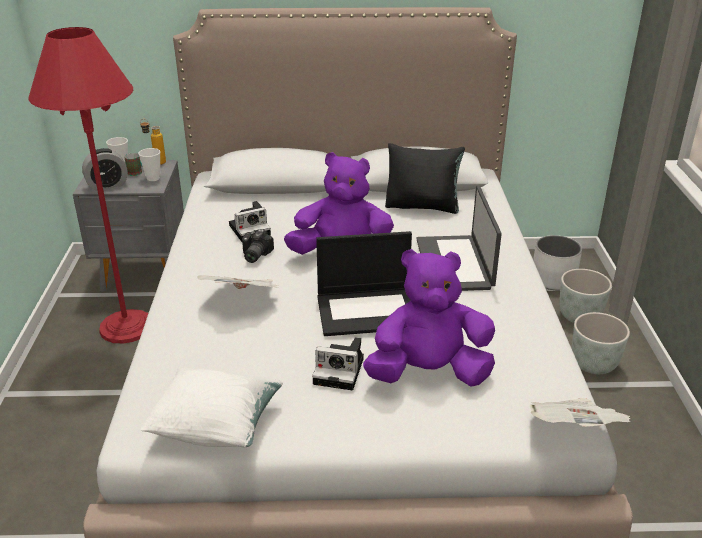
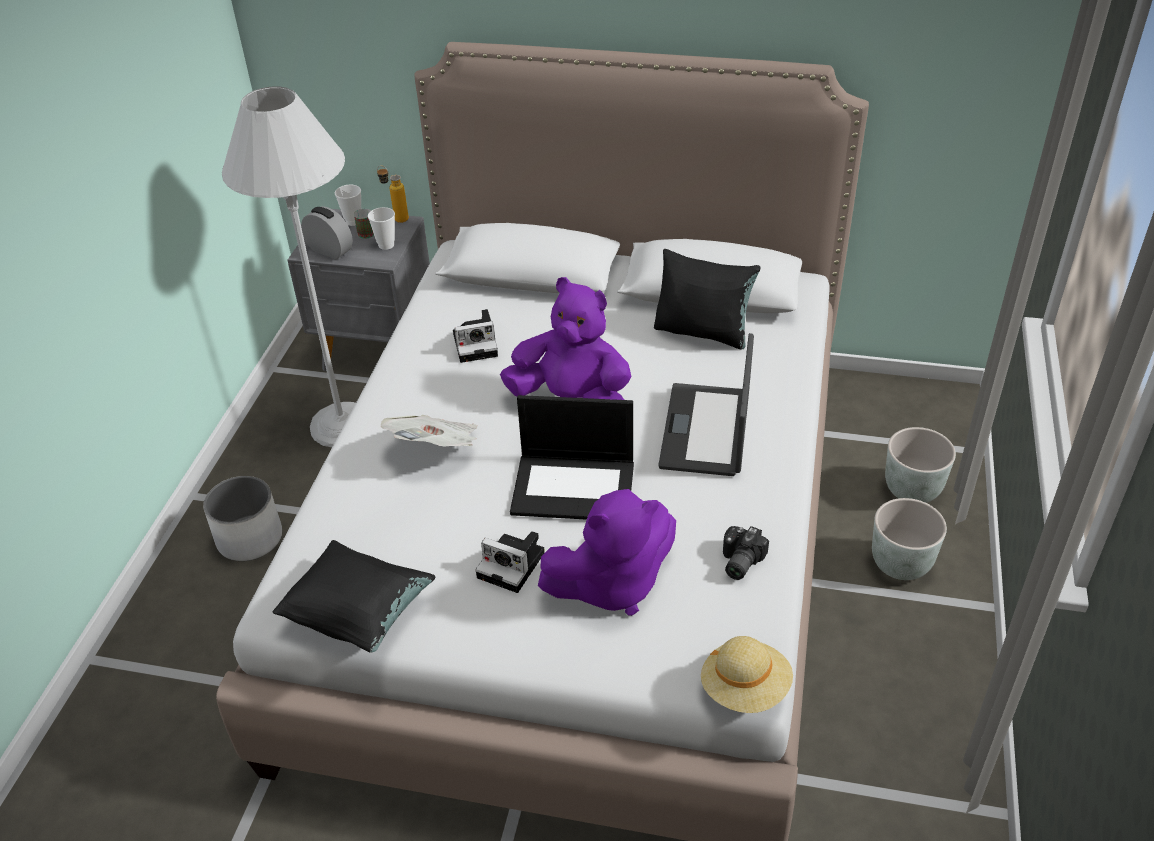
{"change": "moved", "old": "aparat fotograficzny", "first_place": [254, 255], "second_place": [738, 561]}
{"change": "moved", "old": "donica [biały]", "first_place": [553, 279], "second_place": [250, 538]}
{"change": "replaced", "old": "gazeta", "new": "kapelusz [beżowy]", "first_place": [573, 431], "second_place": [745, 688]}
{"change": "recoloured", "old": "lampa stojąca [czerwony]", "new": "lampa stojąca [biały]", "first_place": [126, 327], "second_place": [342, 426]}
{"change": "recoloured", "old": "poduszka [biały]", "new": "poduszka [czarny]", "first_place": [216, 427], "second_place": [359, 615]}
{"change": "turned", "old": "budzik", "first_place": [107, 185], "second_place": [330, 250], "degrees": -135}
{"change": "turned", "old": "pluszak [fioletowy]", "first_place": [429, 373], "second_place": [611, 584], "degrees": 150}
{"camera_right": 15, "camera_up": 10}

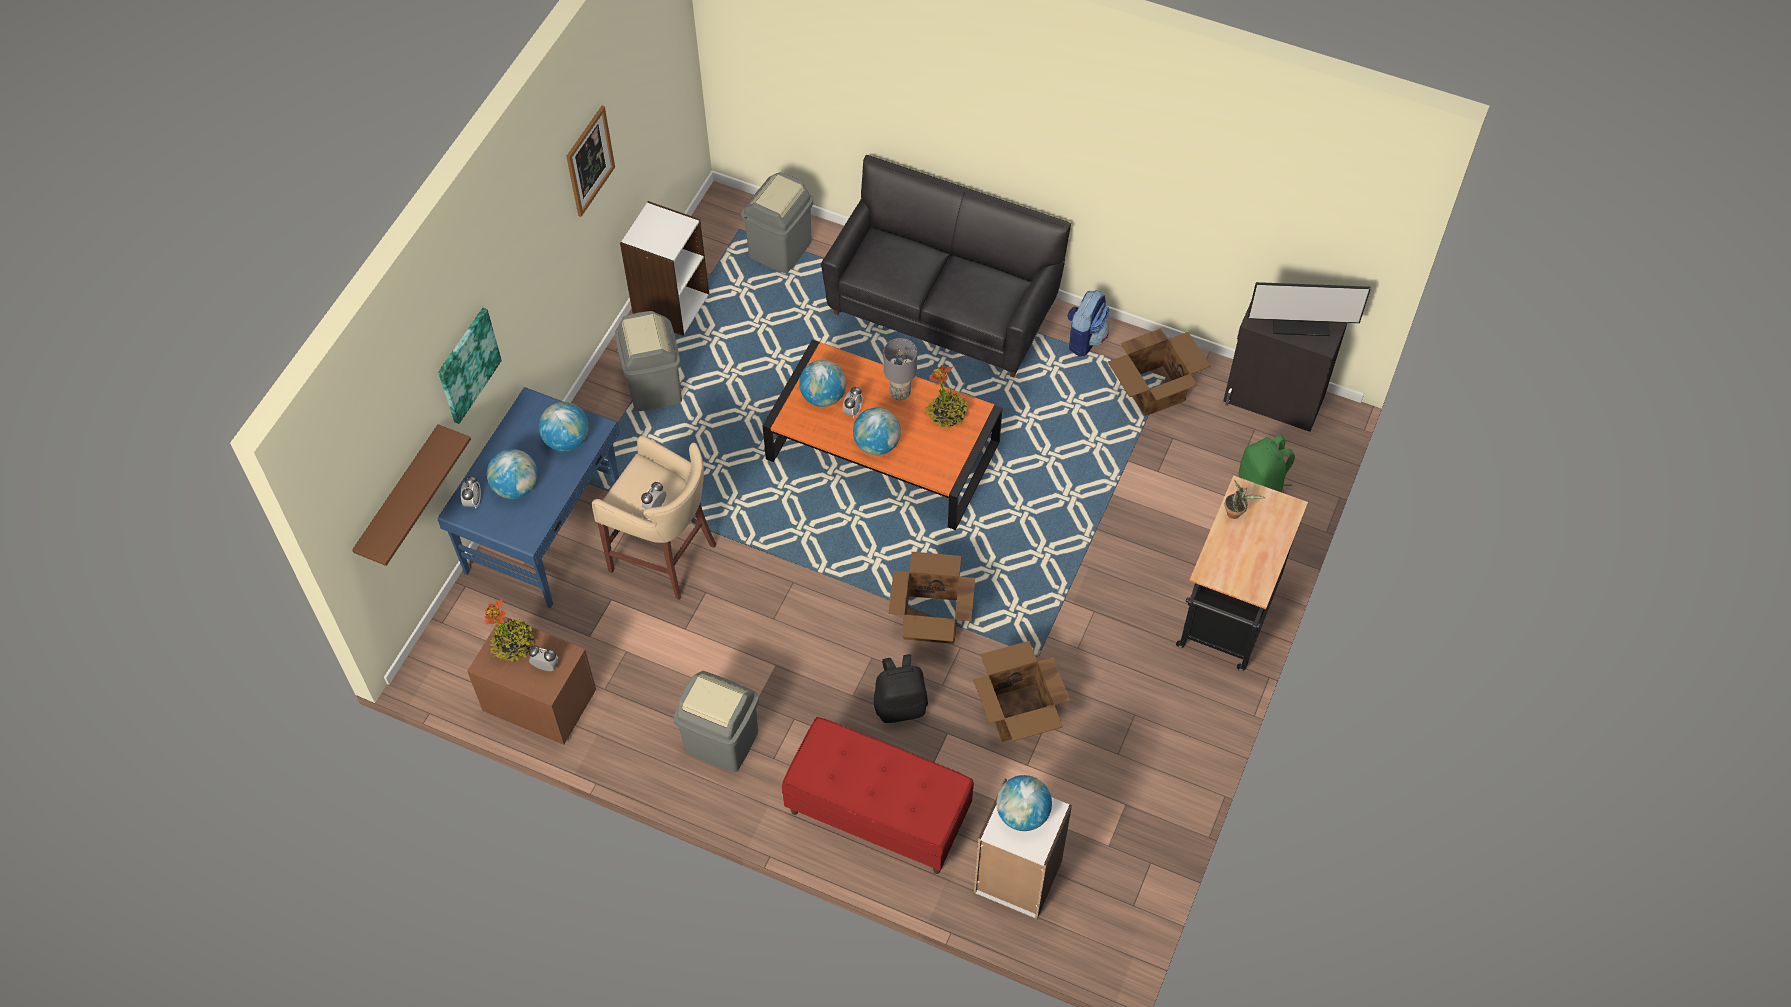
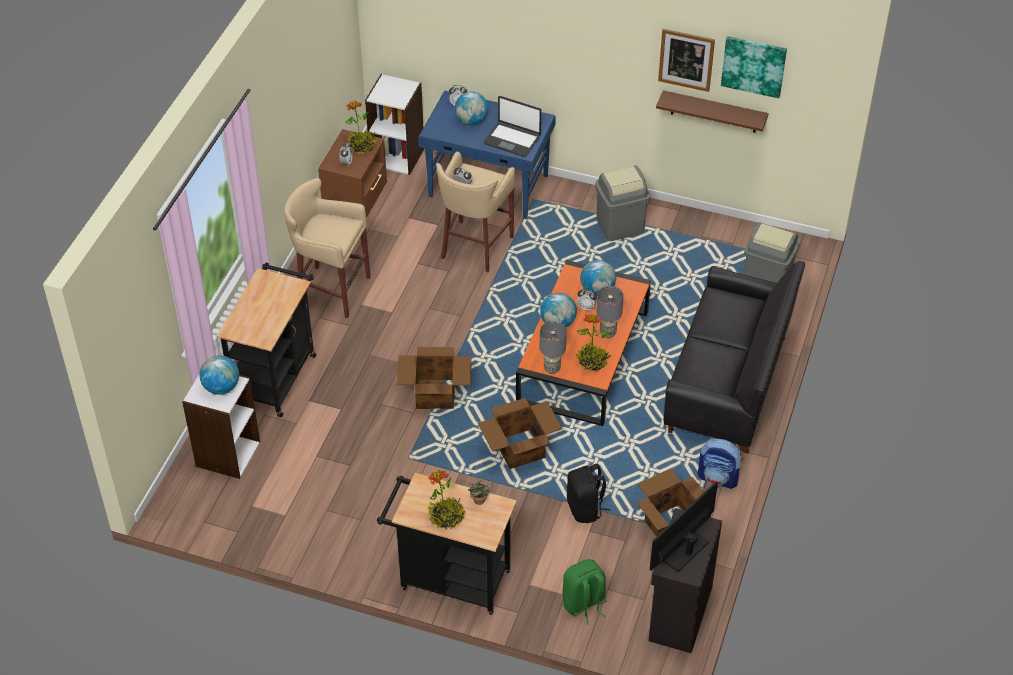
{"change": "added", "new": "roślina doniczkowa", "second_place": [446, 517]}
{"change": "added", "new": "lampa stołowa [szary]", "second_place": [551, 368]}
{"change": "moved", "old": "półka [brązowy]", "first_place": [399, 497], "second_place": [714, 112]}
{"change": "moved", "old": "obraz", "first_place": [467, 365], "second_place": [753, 66]}
{"change": "moved", "old": "regał [biały]", "first_place": [670, 305], "second_place": [397, 156]}
{"change": "moved", "old": "plecak [czarny]", "first_place": [900, 705], "second_place": [585, 509]}
{"change": "moved", "old": "karton", "first_place": [1018, 713], "second_place": [519, 449]}
{"change": "replaced", "old": "globus", "new": "laptop", "first_place": [566, 440], "second_place": [512, 139]}
{"change": "replaced", "old": "kosz na śmieci [szary]", "new": "stołek [beżowy]", "first_place": [721, 742], "second_place": [330, 290]}
{"change": "replaced", "old": "ławka [czerwony]", "new": "wózek [czarny]", "first_place": [877, 814], "second_place": [276, 375]}
{"change": "turned", "old": "monitor", "first_place": [1300, 325], "second_place": [684, 551], "degrees": 45}
{"camera_right": 85, "camera_up": -10}

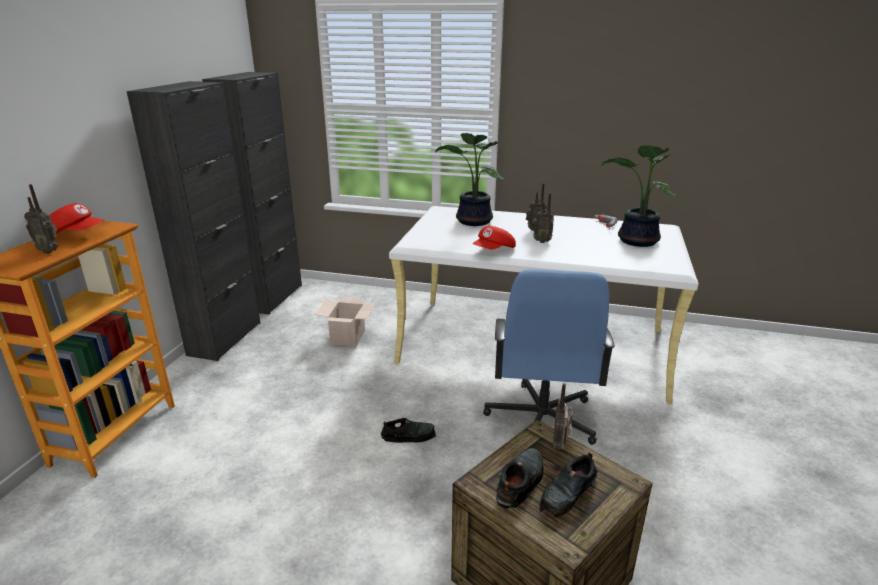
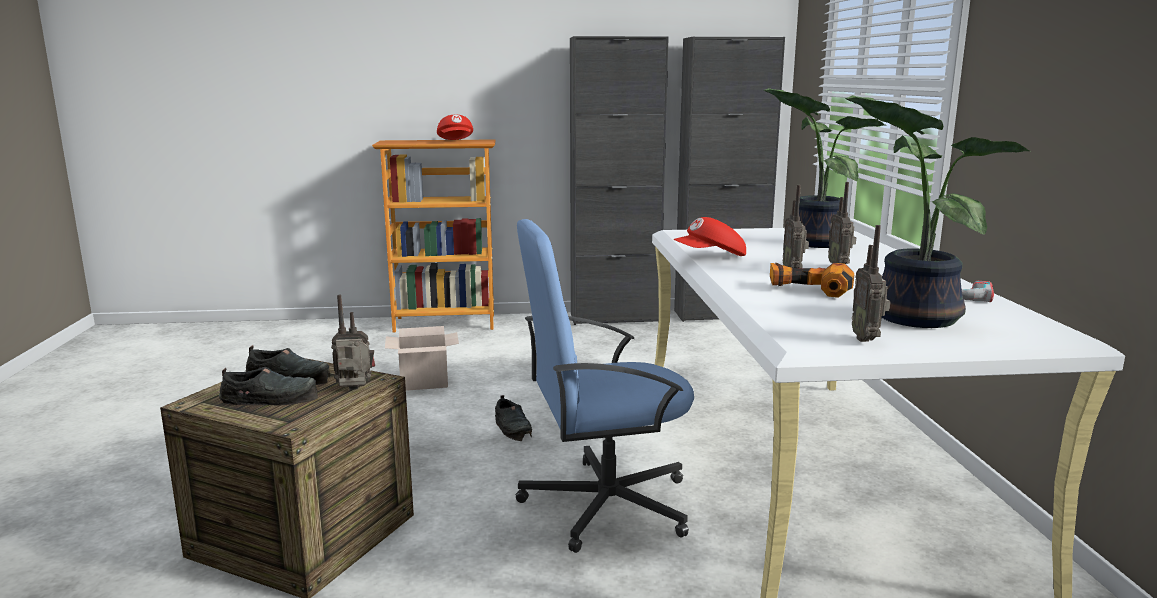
{"change": "added", "new": "wiertarka", "second_place": [810, 286]}
{"change": "moved", "old": "radio", "first_place": [49, 251], "second_place": [867, 339]}
{"change": "moved", "old": "karton", "first_place": [348, 337], "second_place": [423, 382]}
{"change": "turned", "old": "czapka z daszkiem [czerwony]", "first_place": [494, 251], "second_place": [710, 257], "degrees": -45}
{"change": "turned", "old": "but [czarny]", "first_place": [568, 493], "second_place": [271, 398], "degrees": 150}
{"camera_right": 70, "camera_up": -10}

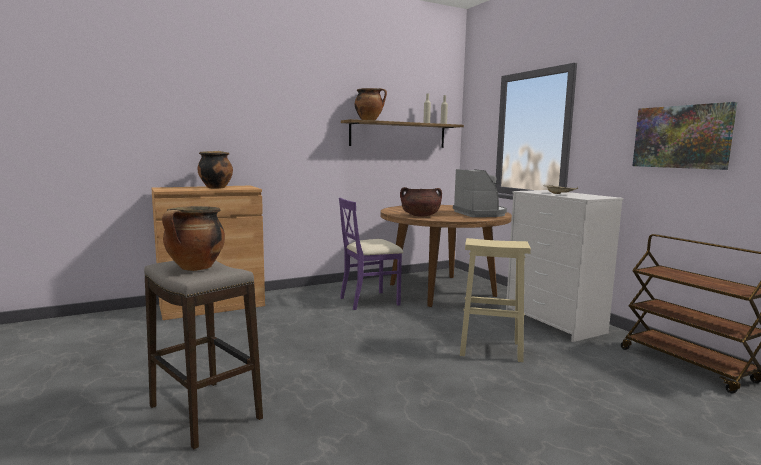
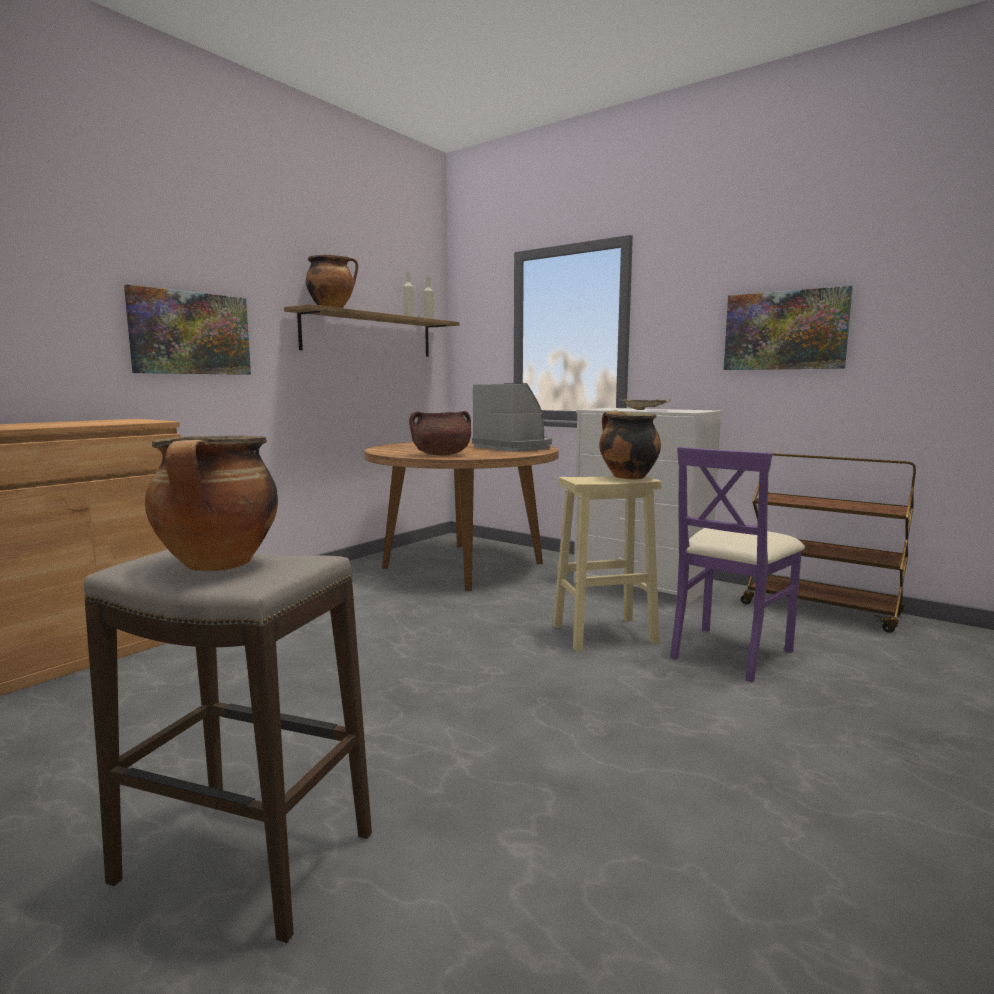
{"change": "added", "new": "obraz", "second_place": [190, 333]}
{"change": "moved", "old": "garnek", "first_place": [216, 188], "second_place": [626, 477]}
{"change": "moved", "old": "krzesło [fioletowy]", "first_place": [370, 300], "second_place": [729, 653]}
{"camera_right": -25, "camera_up": 0}

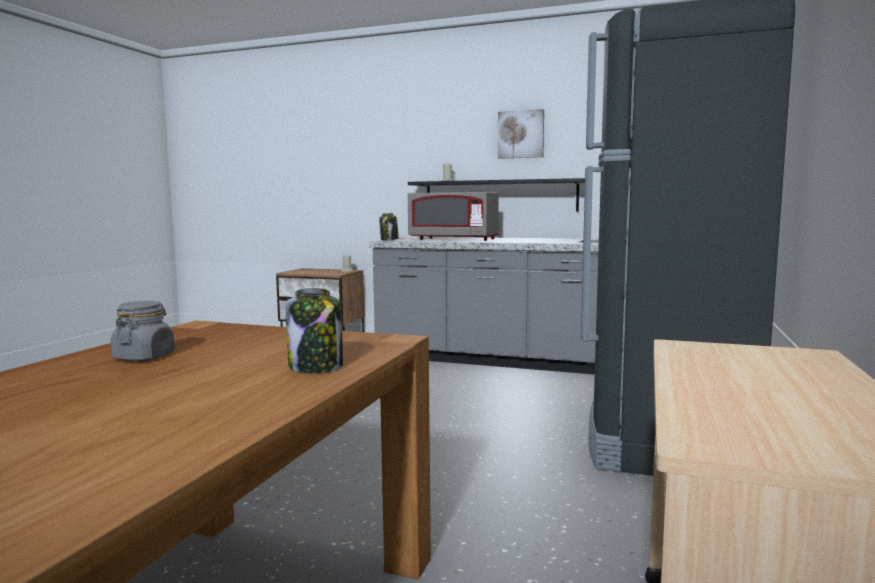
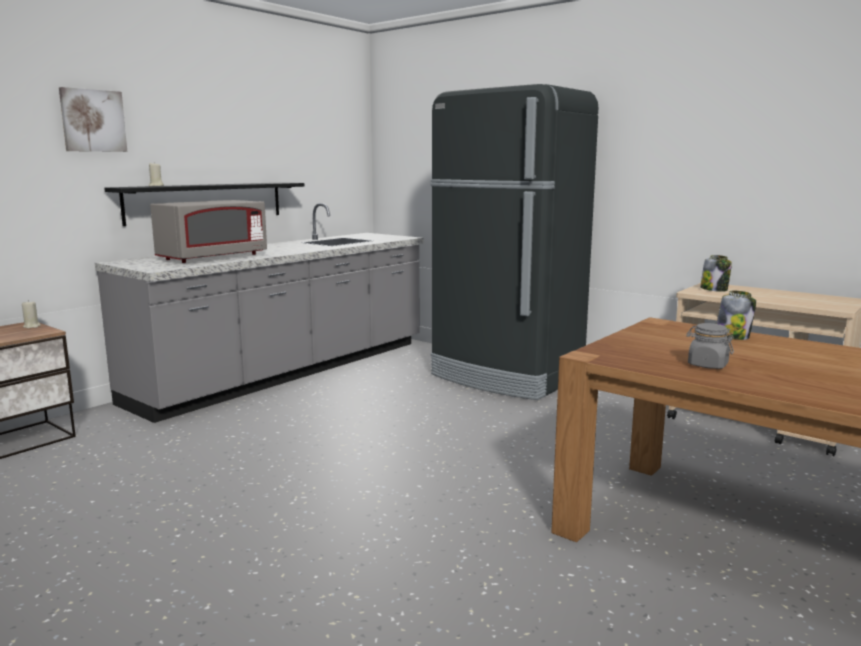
{"change": "moved", "old": "słoik", "first_place": [389, 240], "second_place": [714, 289]}
{"change": "moved", "old": "obraz", "first_place": [521, 134], "second_place": [93, 121]}
{"camera_right": -70, "camera_up": 5}

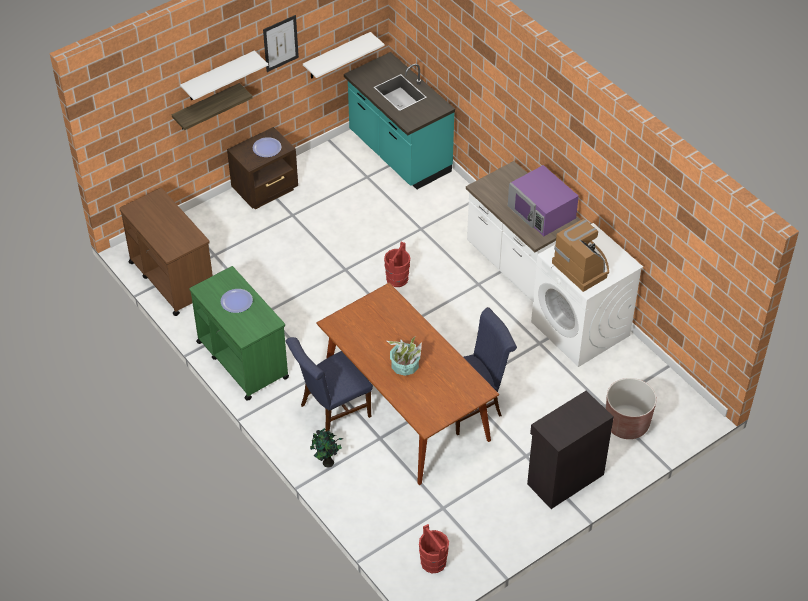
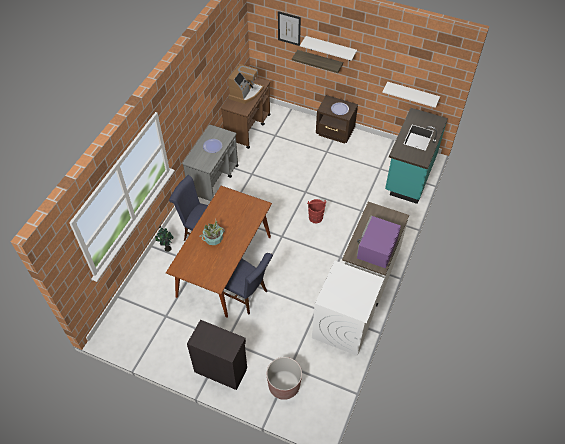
{"change": "removed", "old": "wiadro [czerwony]", "first_place": [433, 562]}
{"change": "moved", "old": "obraz", "first_place": [280, 43], "second_place": [289, 28]}
{"change": "moved", "old": "ekspres do kawy", "first_place": [582, 267], "second_place": [245, 93]}
{"change": "recoloured", "old": "wózek [zielony]", "new": "wózek [szary]", "first_place": [242, 359], "second_place": [214, 180]}
{"camera_right": 60, "camera_up": 5}

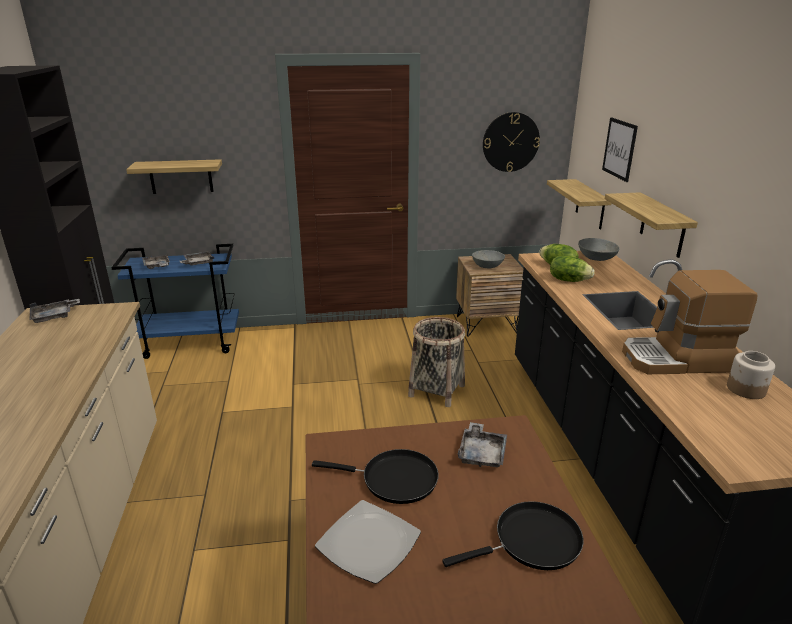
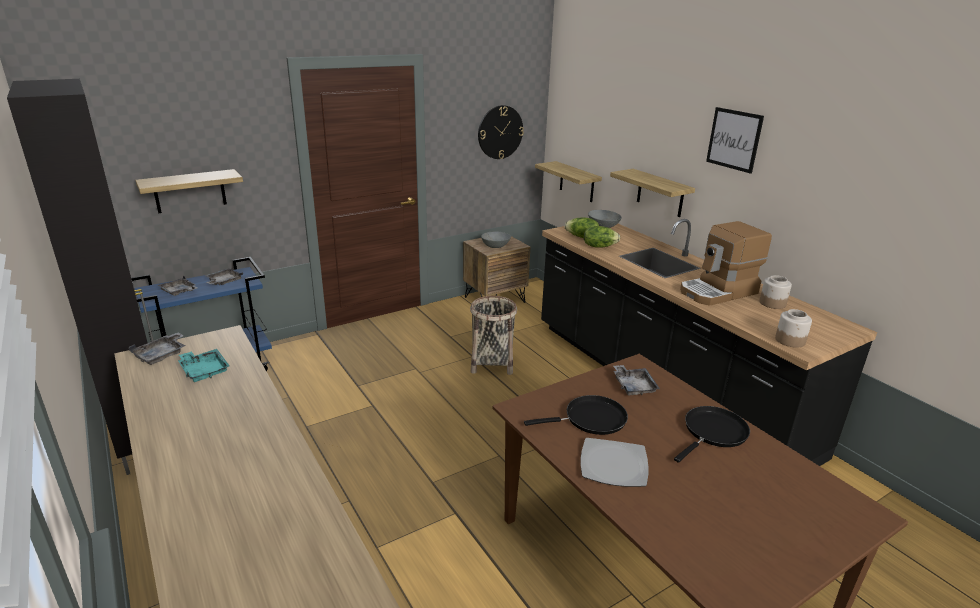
{"change": "added", "new": "taca [turkusowy]", "second_place": [204, 370]}
{"change": "added", "new": "słoik", "second_place": [790, 340]}
{"change": "moved", "old": "obraz", "first_place": [619, 149], "second_place": [734, 139]}
{"camera_right": -25, "camera_up": 0}

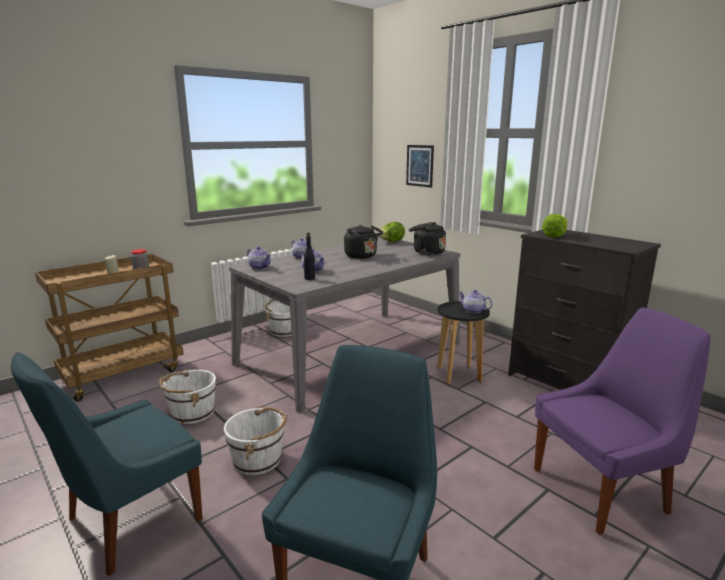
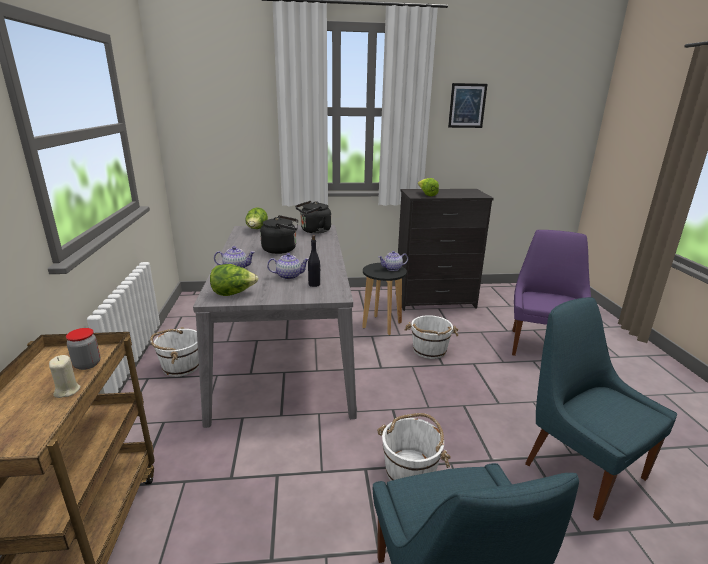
{"change": "moved", "old": "wiadro [biały]", "first_place": [192, 413], "second_place": [429, 350]}
{"change": "moved", "old": "obraz", "first_place": [419, 165], "second_place": [467, 105]}
{"change": "replaced", "old": "imbryk", "new": "sałata", "first_place": [260, 267], "second_place": [233, 293]}
{"camera_right": -55, "camera_up": 5}

